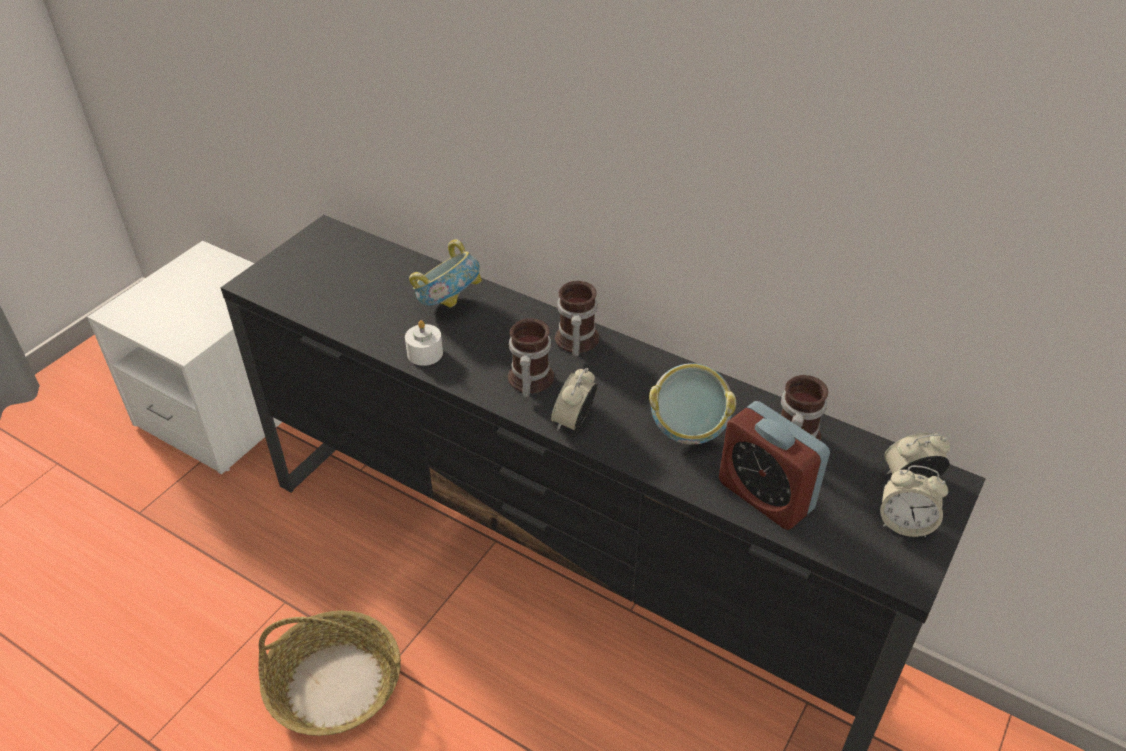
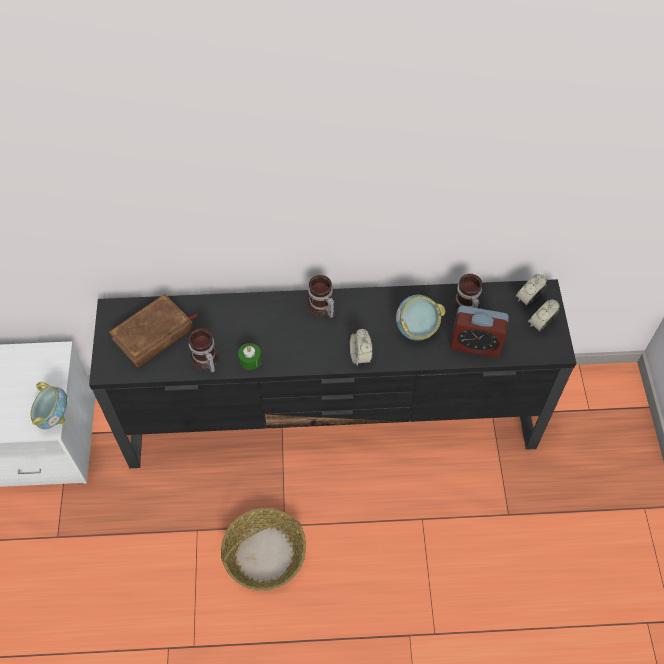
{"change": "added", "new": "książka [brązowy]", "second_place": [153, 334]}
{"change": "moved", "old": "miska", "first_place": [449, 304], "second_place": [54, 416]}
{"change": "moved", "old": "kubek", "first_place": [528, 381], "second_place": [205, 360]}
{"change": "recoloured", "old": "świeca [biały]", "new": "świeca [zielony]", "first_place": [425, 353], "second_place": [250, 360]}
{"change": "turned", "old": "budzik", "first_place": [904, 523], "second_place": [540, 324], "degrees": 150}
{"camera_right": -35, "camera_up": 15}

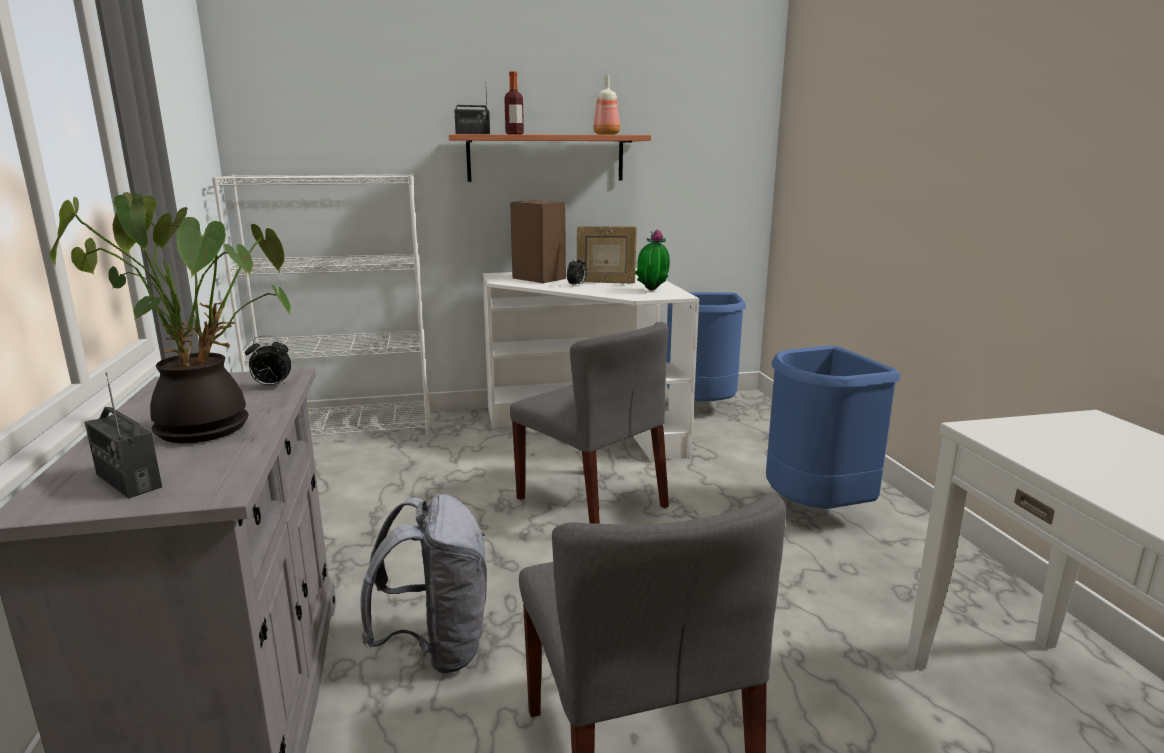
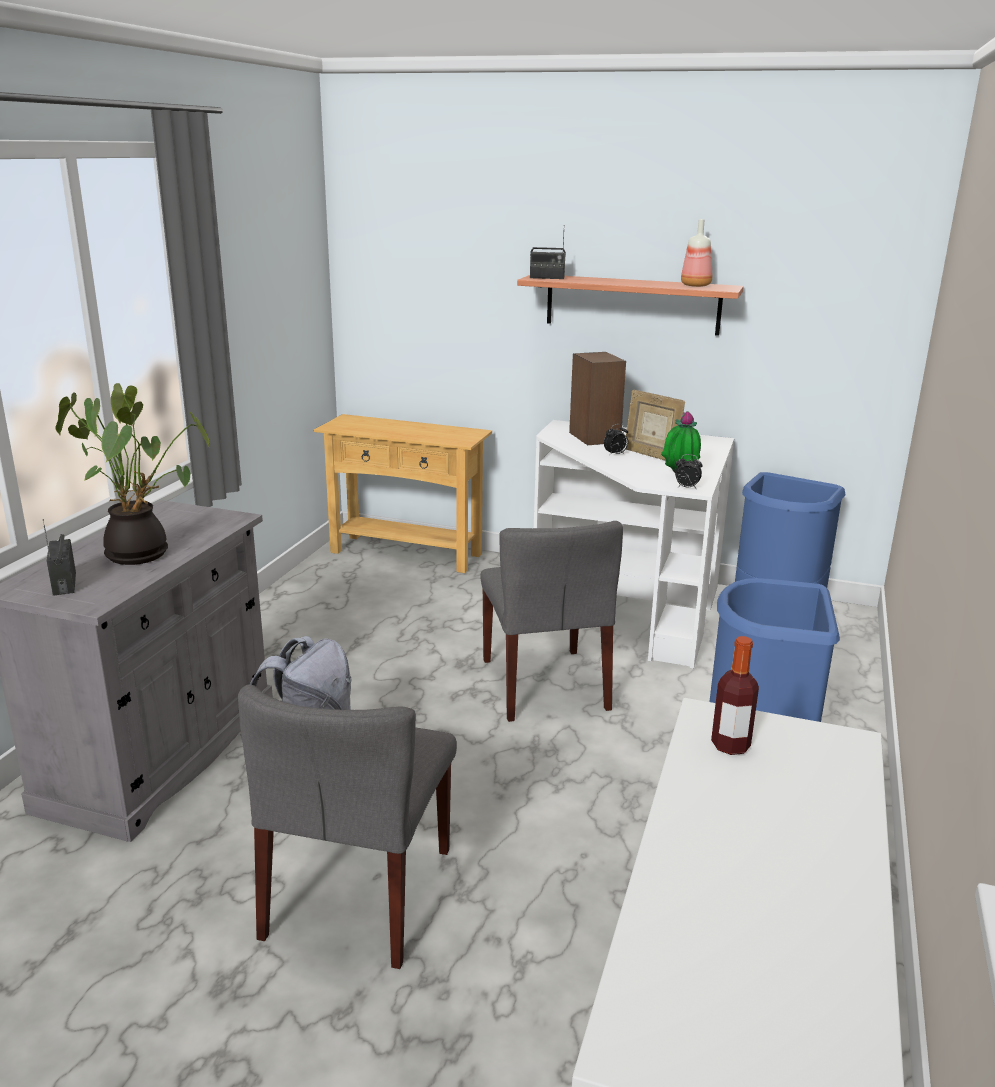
{"change": "moved", "old": "budzik", "first_place": [271, 386], "second_place": [686, 488]}
{"change": "moved", "old": "butelka", "first_place": [514, 134], "second_place": [730, 745]}
{"change": "replaced", "old": "regał [biały]", "new": "stolik konsolowy [beżowy]", "first_place": [348, 430], "second_place": [406, 553]}
{"camera_right": 30, "camera_up": 5}

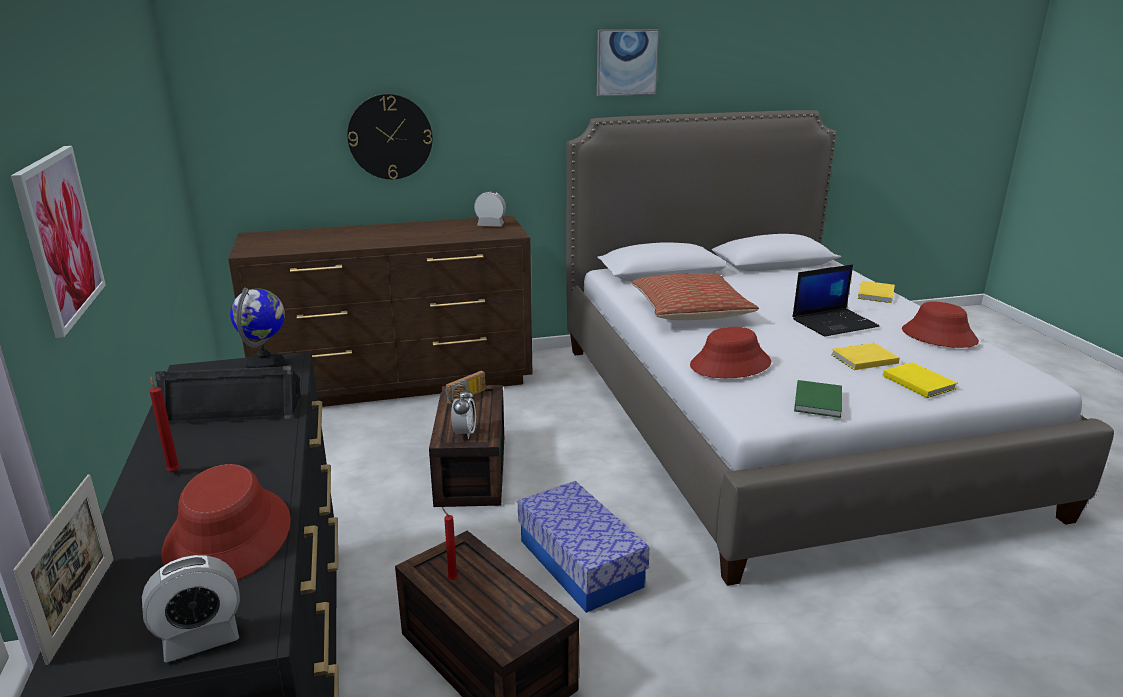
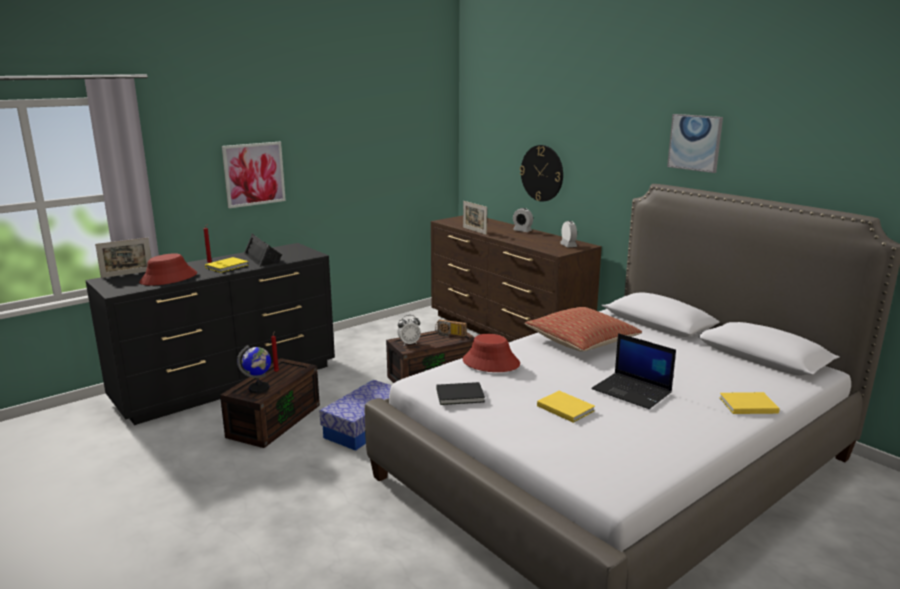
{"change": "removed", "old": "kapelusz [czerwony]", "first_place": [938, 336]}
{"change": "added", "new": "ramka na zdjęcie", "second_place": [474, 231]}
{"change": "moved", "old": "budzik", "first_place": [201, 639], "second_place": [522, 231]}
{"change": "moved", "old": "globus", "first_place": [265, 364], "second_place": [259, 389]}
{"change": "moved", "old": "książka [żółty]", "first_place": [918, 381], "second_place": [228, 266]}
{"change": "recoloured", "old": "książka [zielony]", "new": "książka [czarny]", "first_place": [819, 400], "second_place": [461, 396]}
{"camera_right": 65, "camera_up": -5}

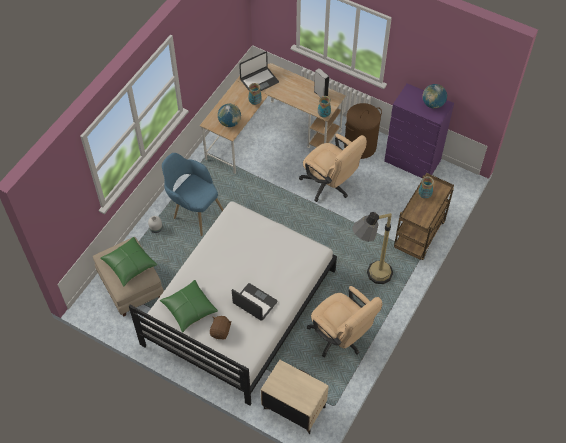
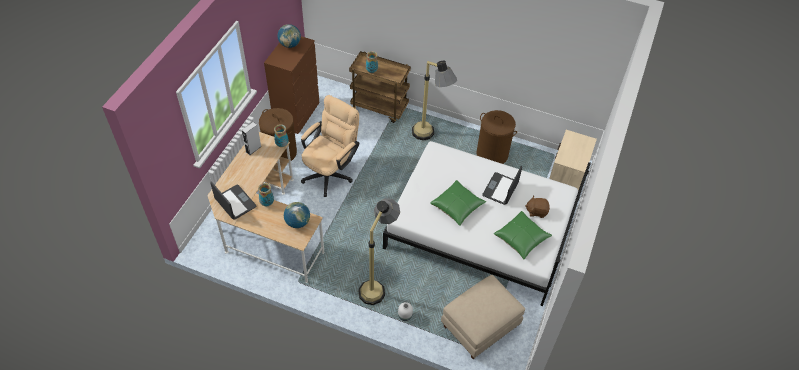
{"change": "moved", "old": "poduszka [zielony]", "first_place": [129, 265], "second_place": [457, 206]}
{"change": "replaced", "old": "fotel [niebieski]", "new": "lampa stojąca", "first_place": [193, 211], "second_place": [377, 283]}
{"change": "replaced", "old": "krzesło biurowe [beżowy]", "new": "kosz na pranie [brązowy]", "first_place": [340, 338], "second_place": [492, 154]}
{"change": "recoloured", "old": "komoda [fioletowy]", "new": "komoda [brązowy]", "first_place": [412, 161], "second_place": [297, 114]}
{"camera_right": -100, "camera_up": -5}

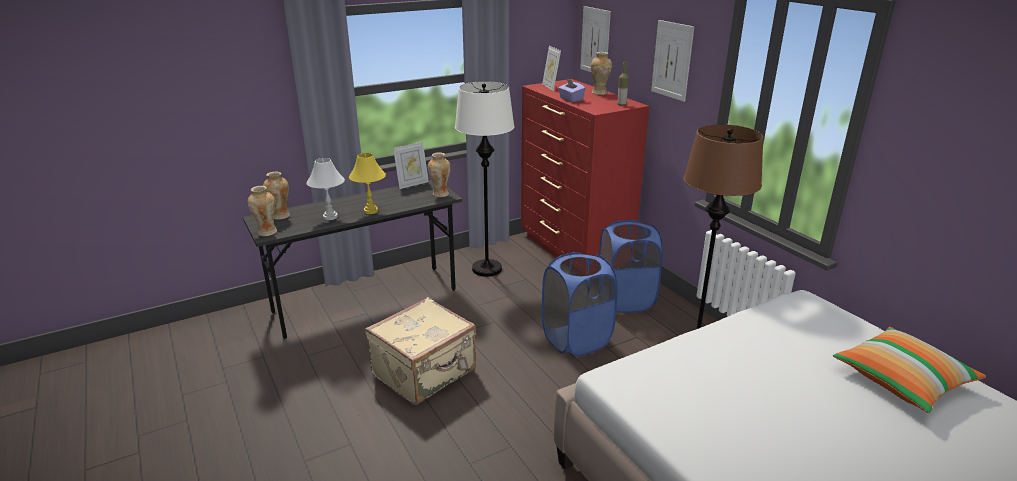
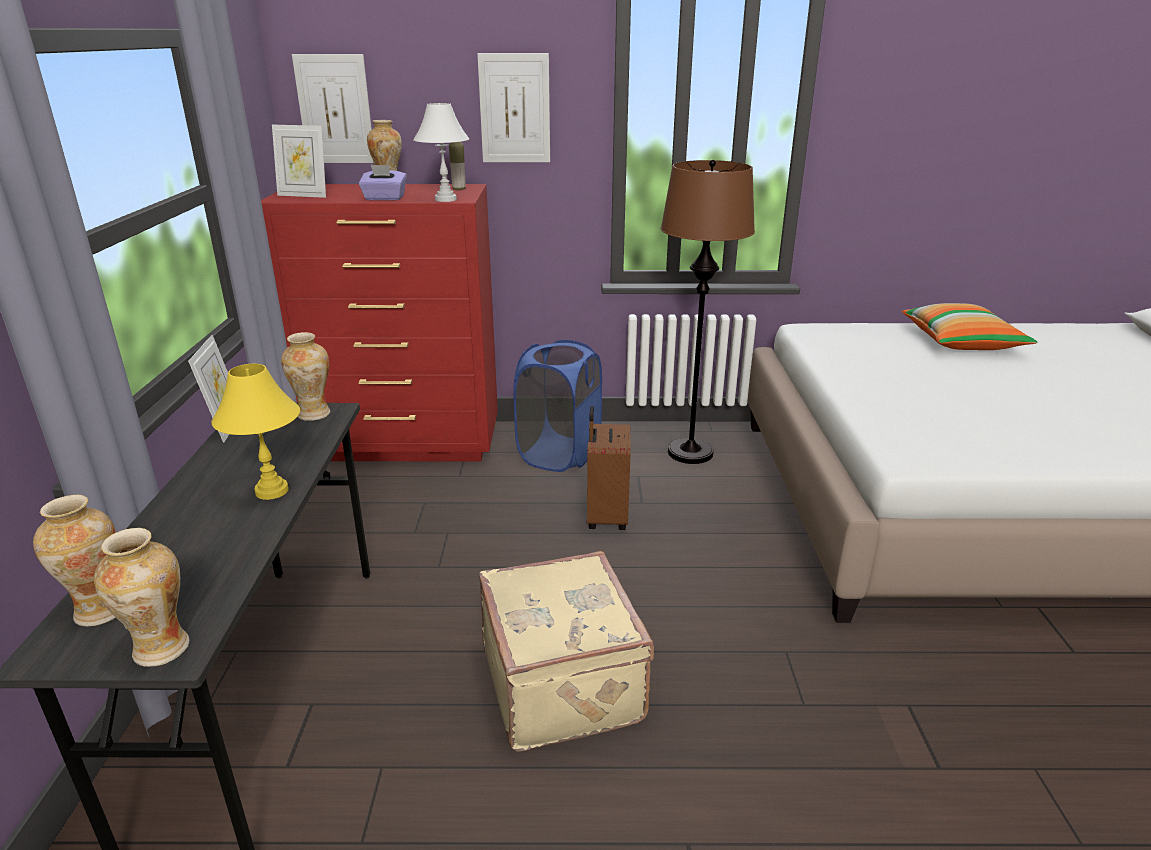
{"change": "removed", "old": "lampa stojąca [biały]", "first_place": [486, 269]}
{"change": "moved", "old": "lampa stołowa [biały]", "first_place": [330, 217], "second_place": [445, 199]}
{"change": "replaced", "old": "kosz na pranie [niebieski]", "new": "walizka [brązowy]", "first_place": [576, 339], "second_place": [605, 517]}
{"camera_right": -60, "camera_up": 0}

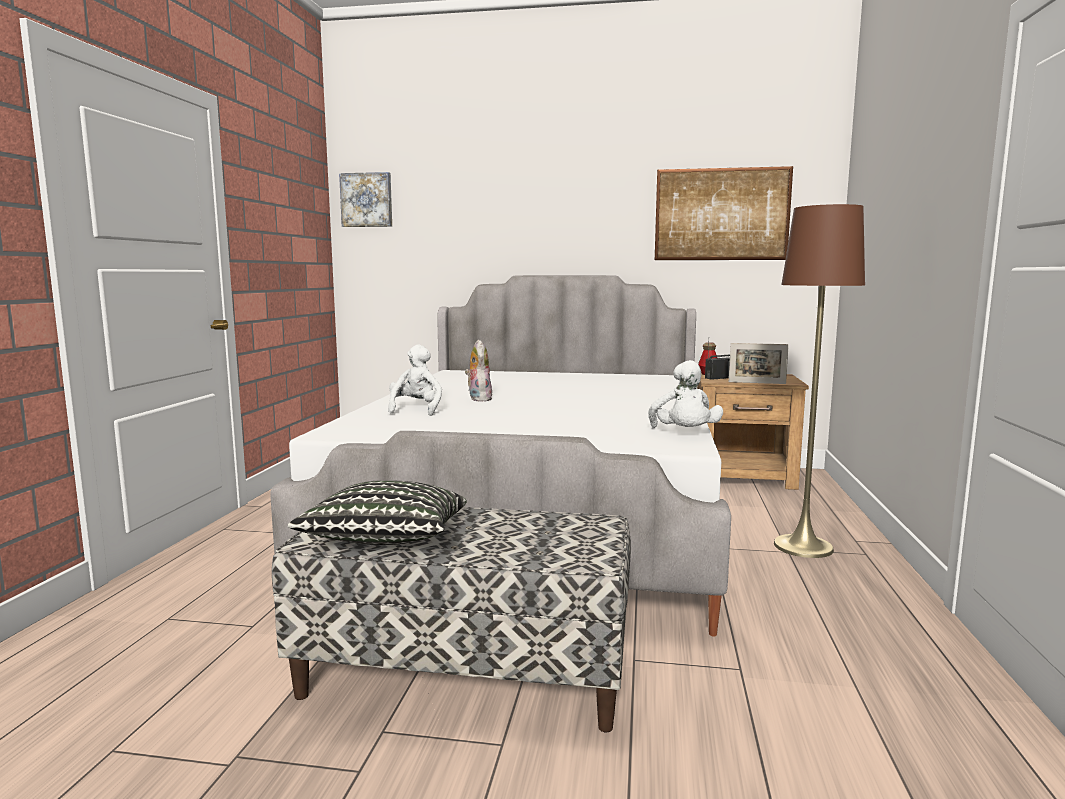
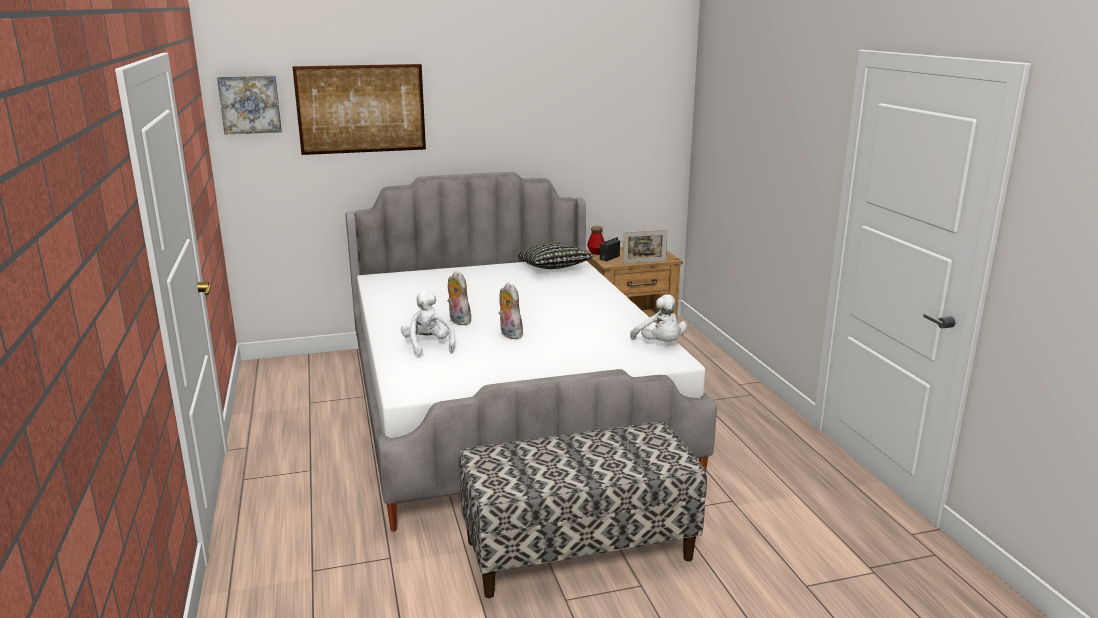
{"change": "removed", "old": "lampa stojąca [brązowy]", "first_place": [803, 546]}
{"change": "added", "new": "pluszak", "second_place": [509, 334]}
{"change": "moved", "old": "poduszka", "first_place": [386, 542], "second_place": [554, 268]}
{"change": "moved", "old": "obraz", "first_place": [721, 214], "second_place": [361, 109]}
{"camera_right": -25, "camera_up": 10}

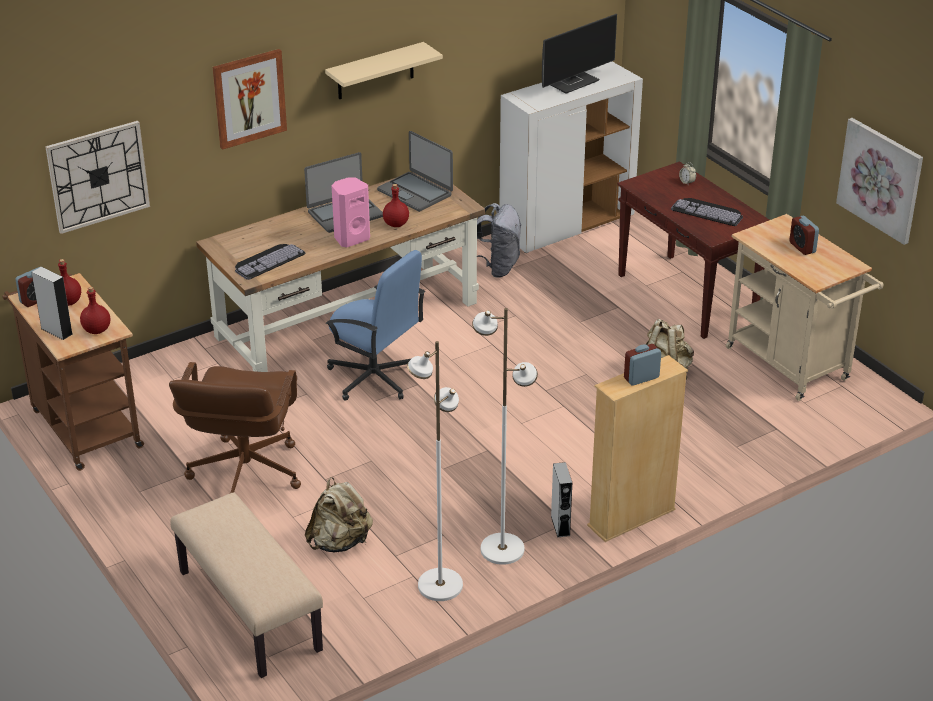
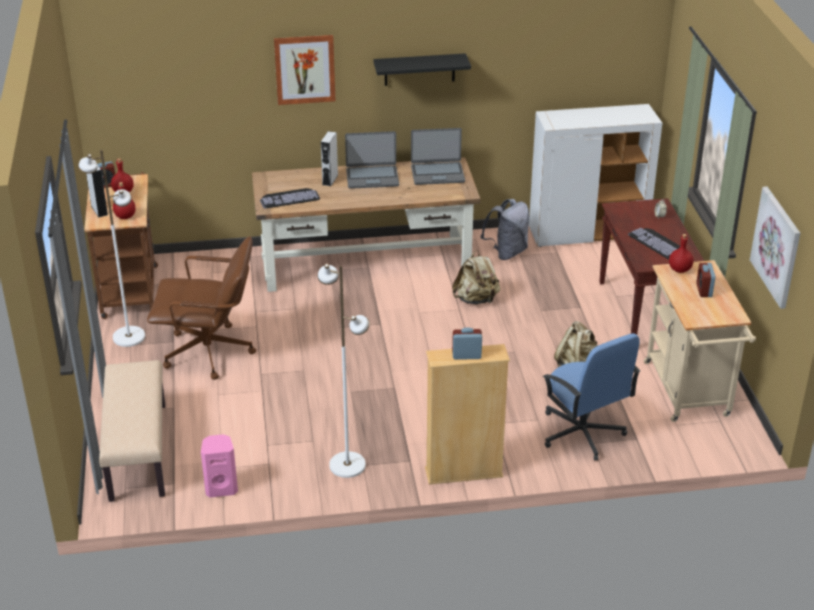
{"change": "removed", "old": "zegar ścienny", "first_place": [98, 176]}
{"change": "removed", "old": "monitor", "first_place": [573, 82]}
{"change": "moved", "old": "plecak [beżowy]", "first_place": [340, 542], "second_place": [476, 299]}
{"change": "moved", "old": "krzesło biurowe [niebieski]", "first_place": [374, 377], "second_place": [582, 433]}
{"change": "moved", "old": "głośnik [różowy]", "first_place": [351, 238], "second_place": [221, 488]}
{"change": "moved", "old": "butelka [czerwony]", "first_place": [395, 224], "second_place": [679, 269]}
{"change": "moved", "old": "lampa stojąca [biały]", "first_place": [439, 585], "second_place": [128, 336]}
{"change": "moved", "old": "głośnik [szary]", "first_place": [560, 525], "second_place": [330, 180]}
{"change": "recoloured", "old": "półka [beżowy]", "new": "półka [czarny]", "first_place": [375, 71], "second_place": [419, 69]}
{"change": "turned", "old": "krzesło biurowe [brązowy]", "first_place": [244, 473], "second_place": [209, 353], "degrees": -120}
{"change": "turned", "old": "laptop", "first_place": [415, 192], "second_place": [437, 174], "degrees": -75}
{"camera_right": 25, "camera_up": 0}

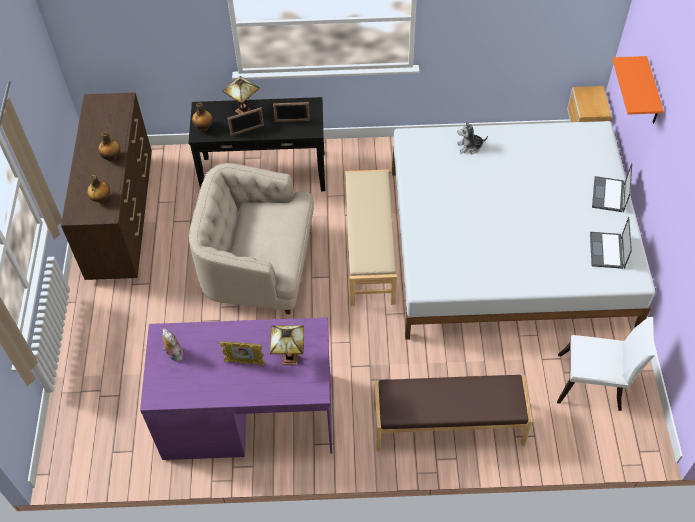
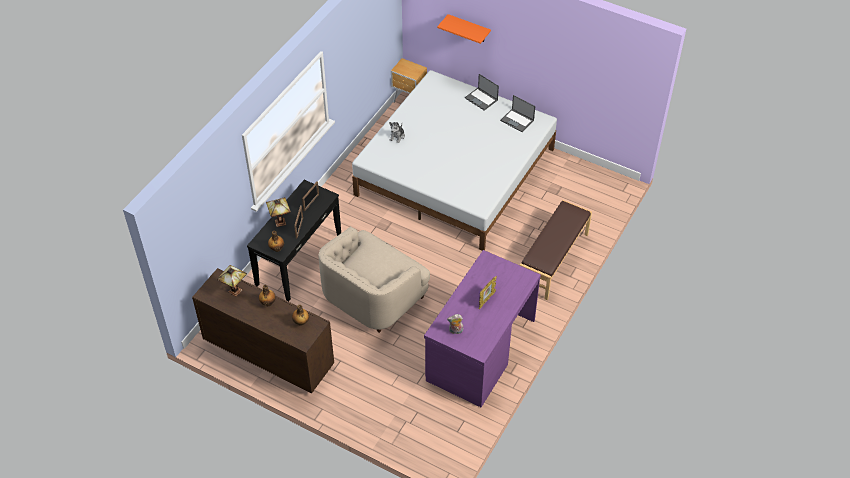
{"change": "removed", "old": "ławka [beżowy]", "first_place": [370, 250]}
{"change": "removed", "old": "krzesło [biały]", "first_place": [594, 383]}
{"change": "moved", "old": "lampa stołowa", "first_place": [288, 358], "second_place": [235, 292]}
{"camera_right": -60, "camera_up": -5}

